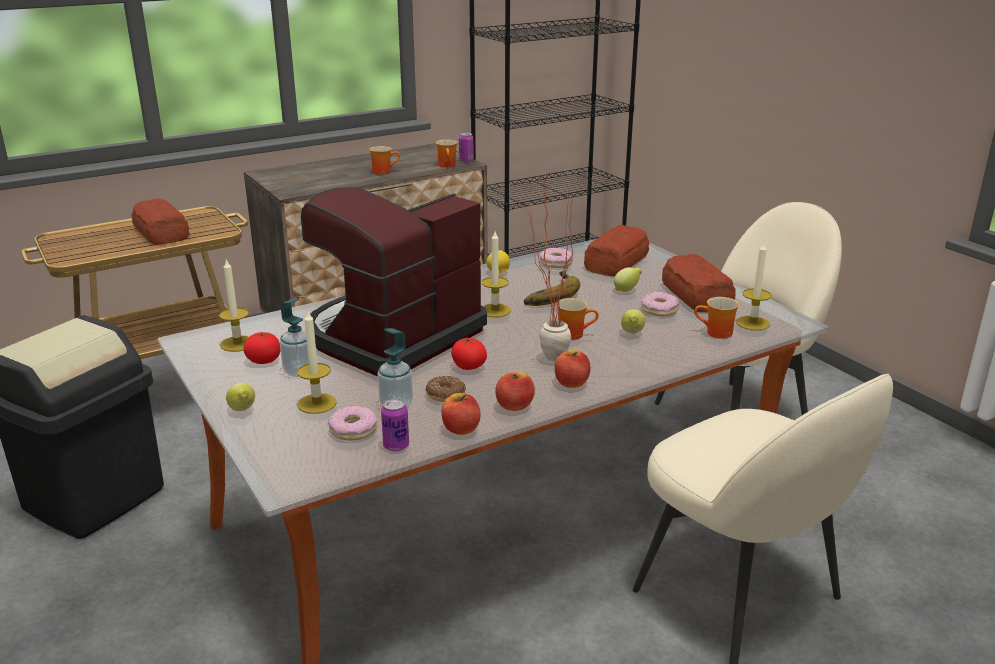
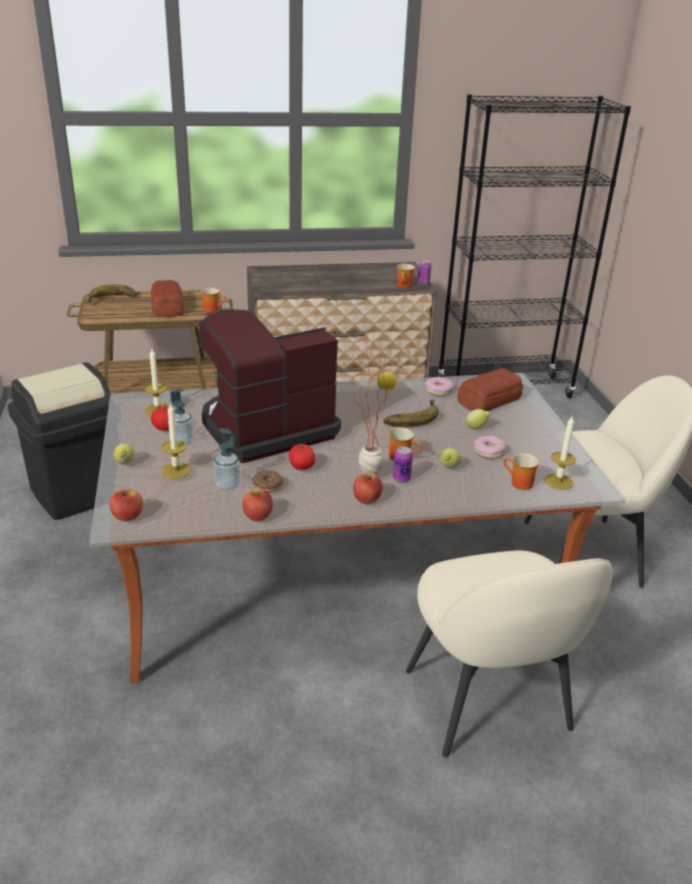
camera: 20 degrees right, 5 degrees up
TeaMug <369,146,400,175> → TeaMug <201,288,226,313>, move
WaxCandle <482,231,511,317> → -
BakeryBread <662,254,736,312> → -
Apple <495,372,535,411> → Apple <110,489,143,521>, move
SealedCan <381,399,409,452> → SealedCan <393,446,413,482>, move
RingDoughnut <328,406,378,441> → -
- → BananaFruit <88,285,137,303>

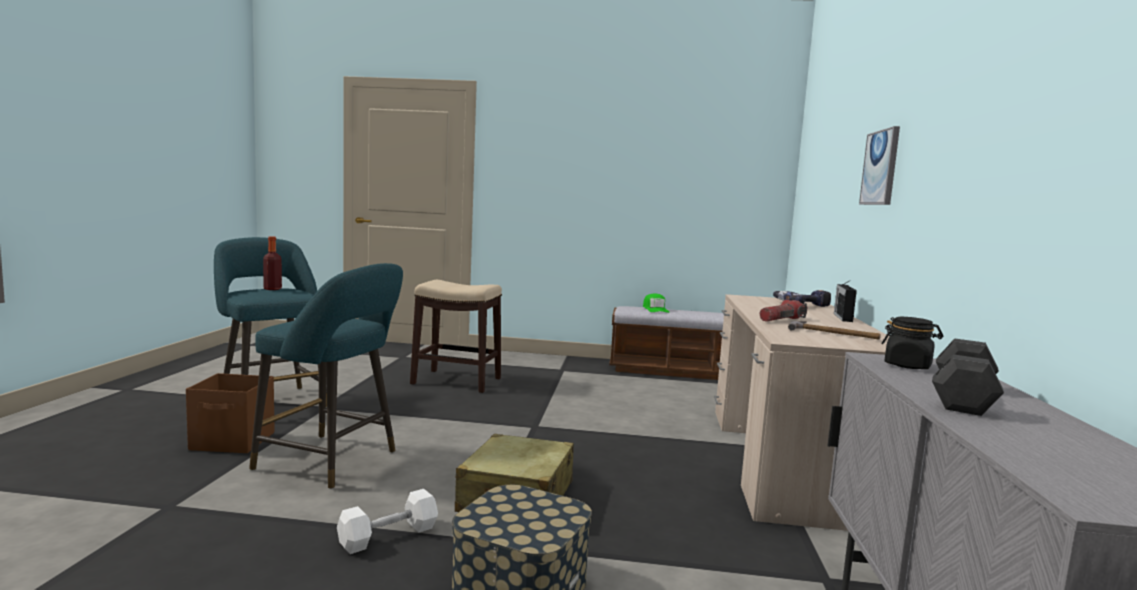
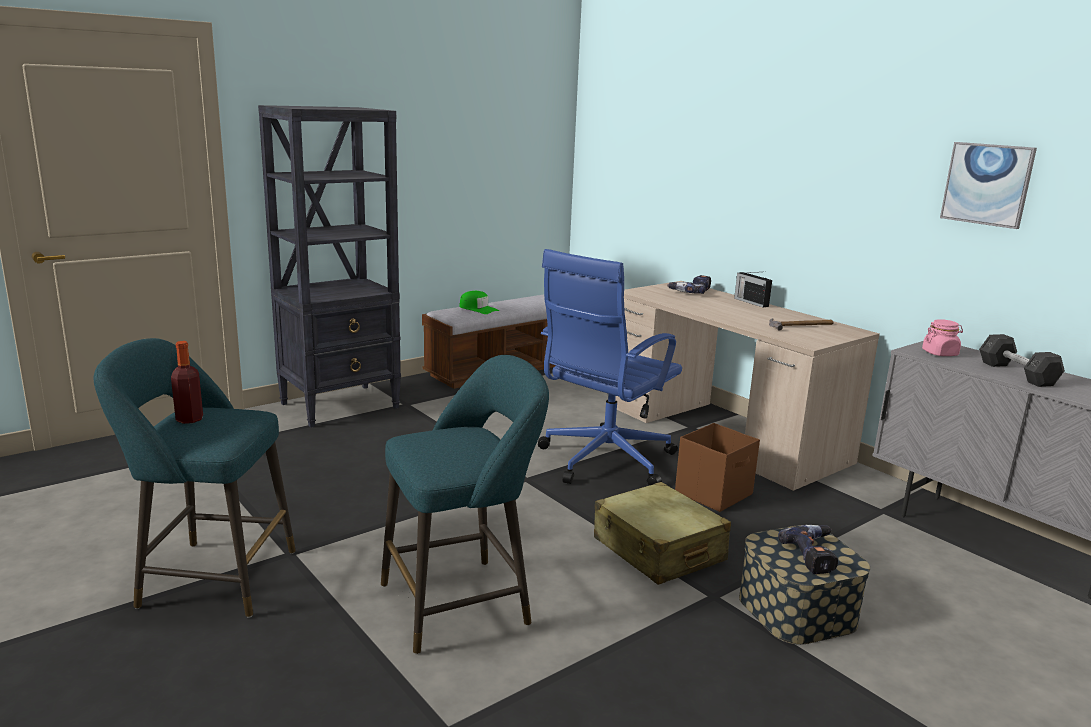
camera: 45 degrees left, 10 degrees up
WallPicture <859,126,900,205> → WallPicture <940,142,1037,229>, move
SittingStool <410,280,502,393> → -
Torch <759,300,807,322> → -
BlackColouredJar <881,317,943,369> → PinkJar <922,319,963,356>
BrownColouredStorageBin <186,373,275,453> → BrownColouredStorageBin <675,423,760,512>, move
WhitishFreeWeight <337,489,438,554> → -
- → BlackColouredBookcase <258,105,401,428>
- → BlueDeskChair <538,249,682,485>
- → PowerDrill <778,525,838,574>

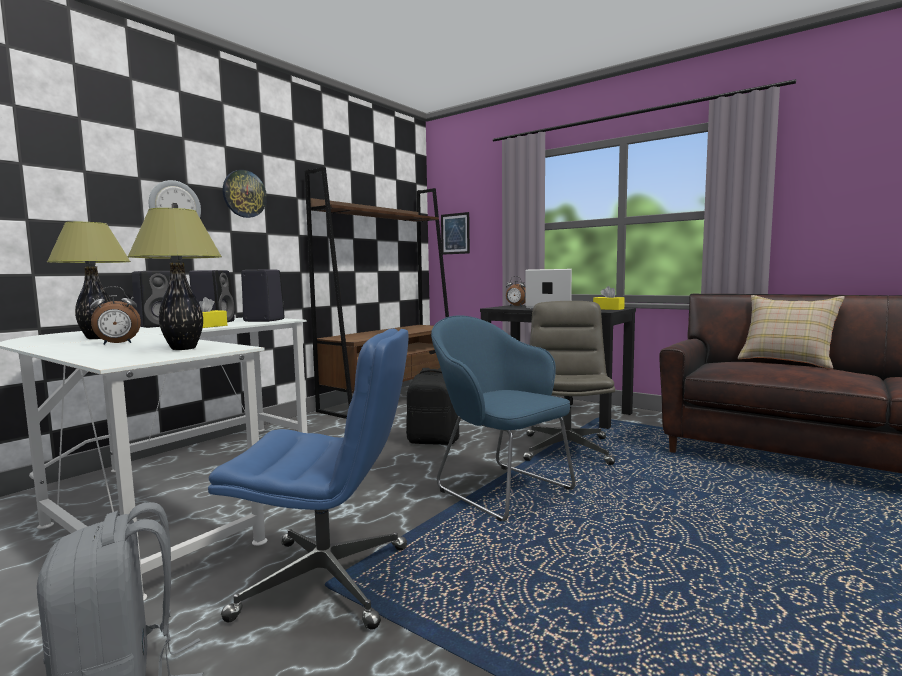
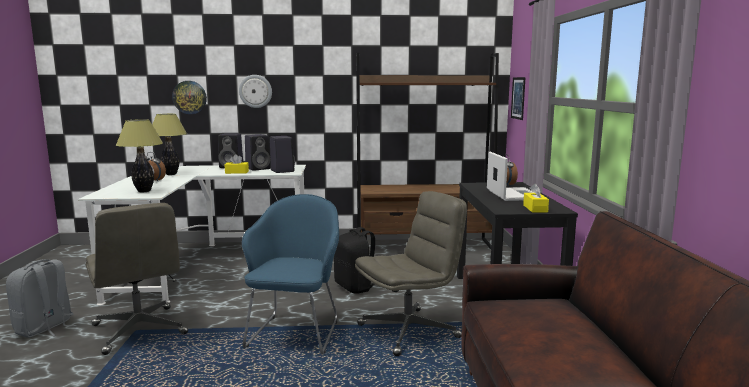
camera: 50 degrees right, 5 degrees up
ClockOnTheWall <223,170,267,218> → ClockOnTheWall <172,81,207,114>, move
BeigeColouredCushion <738,295,845,369> → -
BlueDeskChair <208,328,408,630> → GreyishDeskChair <86,203,188,355>

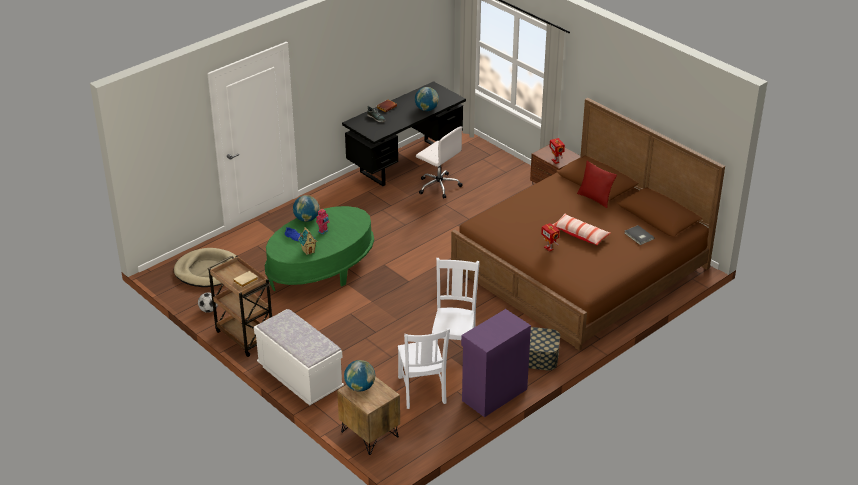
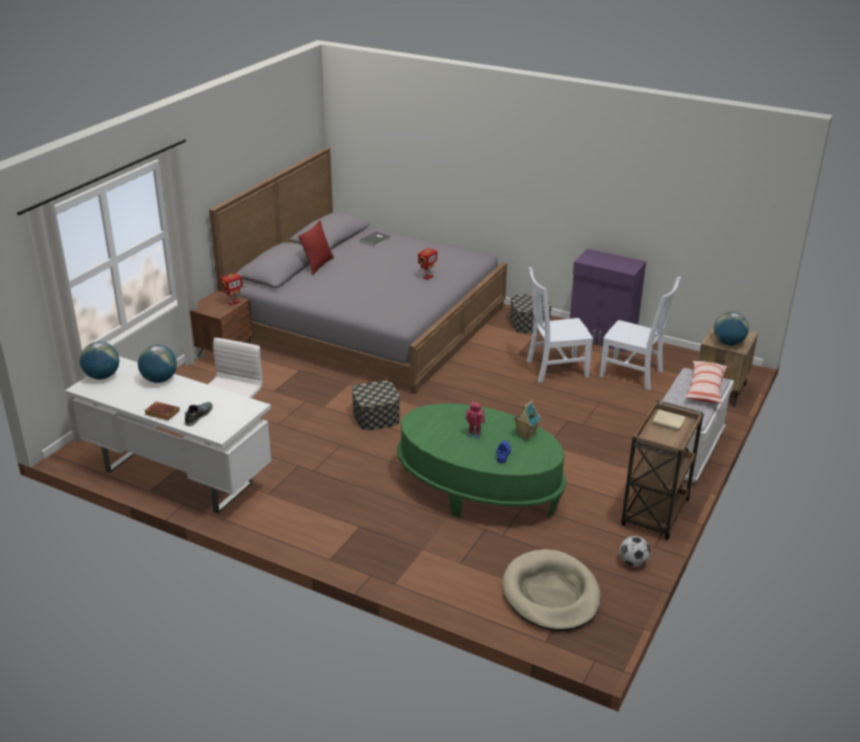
camera: 110 degrees left, 5 degrees down
BlackColouredDeskUnit <342,81,466,187> → WhitishDeskUnit <65,356,271,514>
BrownColouredBedroomBed <451,98,725,351> → GreyishBedroomBed <209,147,507,394>
WorldGlobe <293,195,319,222> → WorldGlobe <80,342,119,379>, move
Cushion <552,214,611,245> → Cushion <685,361,728,403>, move
WhitishUprightChair <398,328,450,409> → WhitishUprightChair <600,277,681,390>, 60 degrees clockwise
- → StorageBin <352,381,400,430>

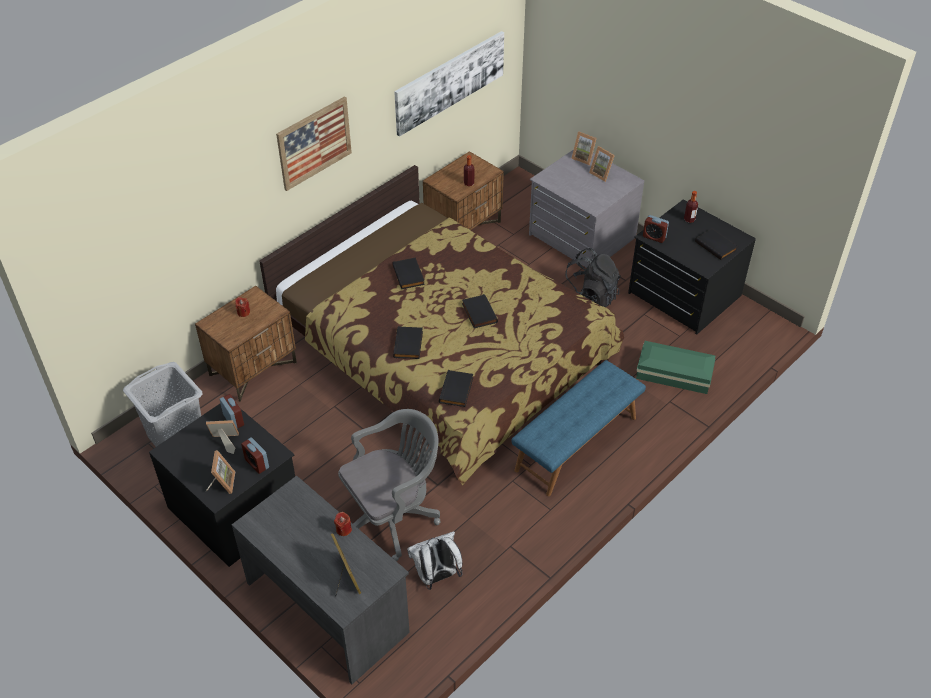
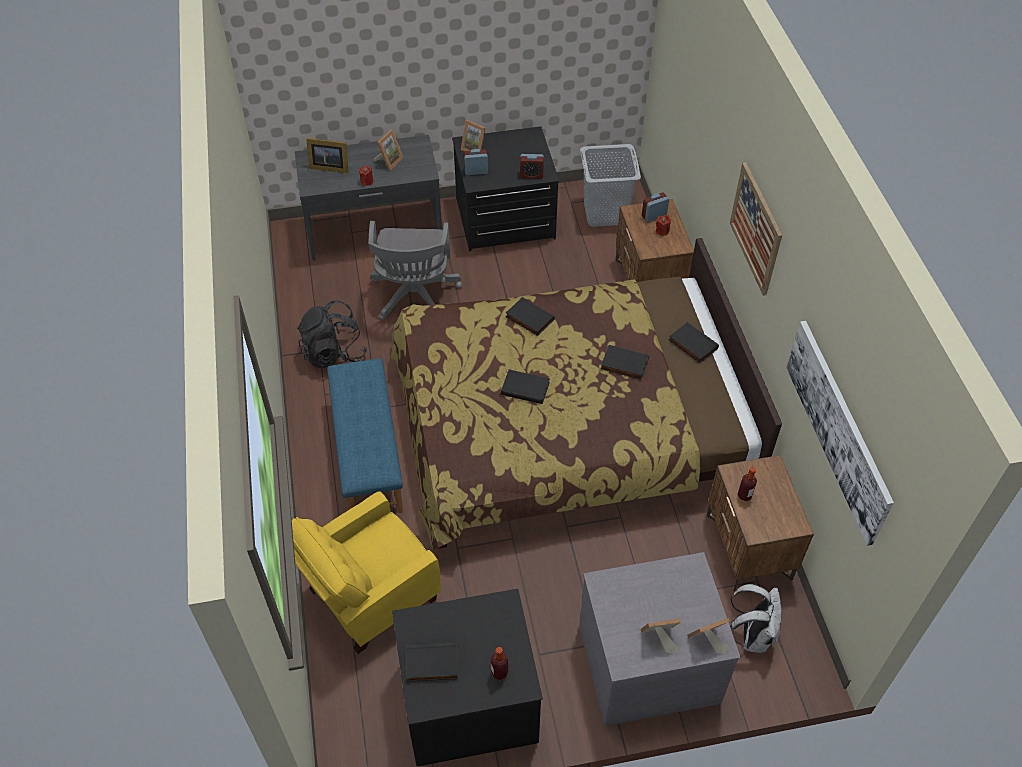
camera: 125 degrees right, 5 degrees up
BedsideClock <643,215,669,243> → BedsideClock <642,192,669,222>, move
BlackColouredKnapsack <565,248,621,307> → BlackColouredKnapsack <297,300,367,368>, move
GreenColouredStorageBin <636,341,715,394> → YellowColouredEasyChair <292,491,441,654>
BlackColouredVolume <439,370,473,407> → BlackColouredVolume <669,322,719,363>, move
PhotoFrame <206,420,239,454> → PhotoFrame <373,130,403,170>, move
WhitishKnapsack <407,531,462,590> → WhitishKnapsack <730,584,781,653>, move

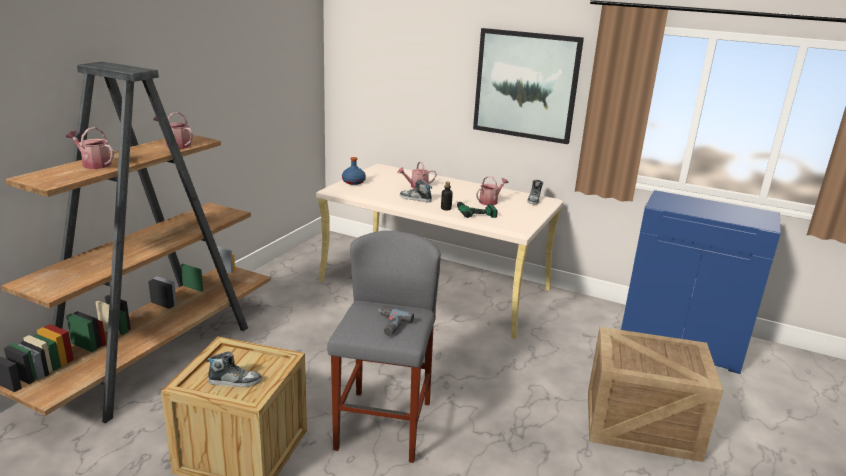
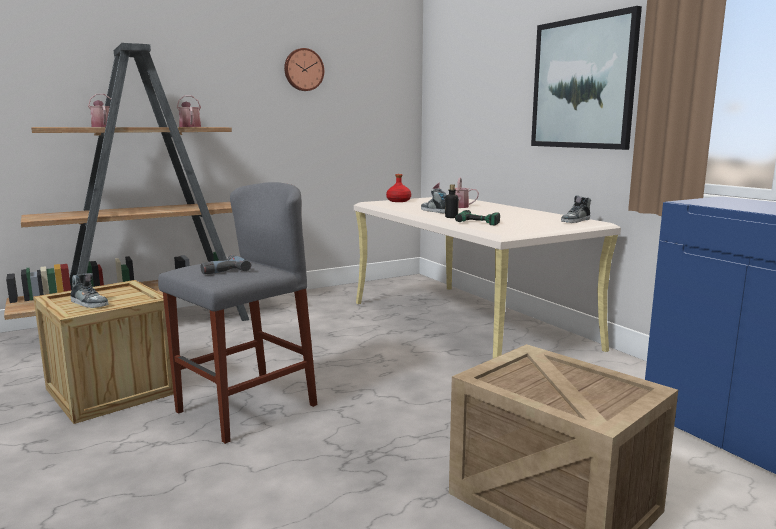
camera: 35 degrees right, 10 degrees down
BlueBeverageBottle <342,157,366,185> → RedColouredBeverageBottle <386,174,411,202>
WateringPot <476,176,509,205> → -
- → ClockOnTheWall <284,48,324,91>

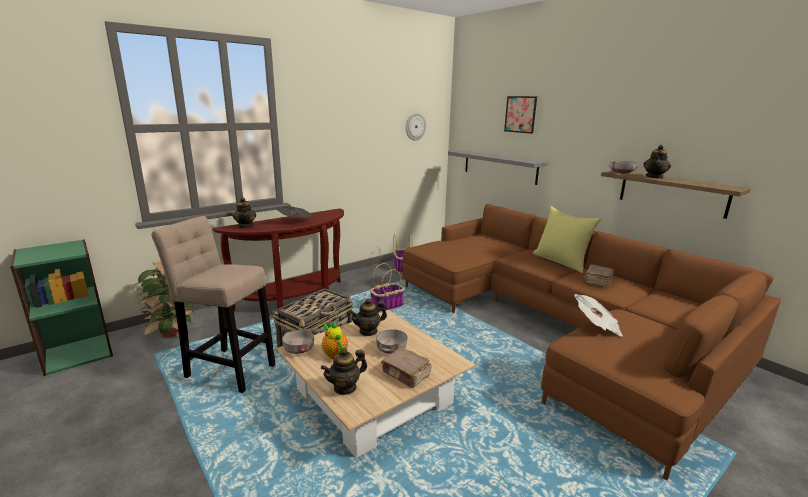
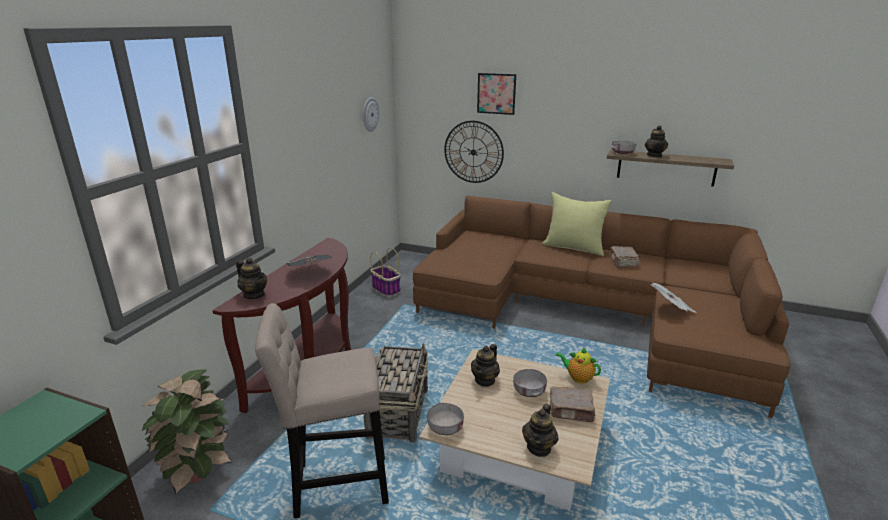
camera: 30 degrees left, 5 degrees up
GreyishWallShelf <448,150,548,185> → ClockOnTheWall <444,121,504,183>
HouseholdBasket <370,263,405,312> → -
PotForTea <322,323,348,359> → PotForTea <555,347,601,384>, move

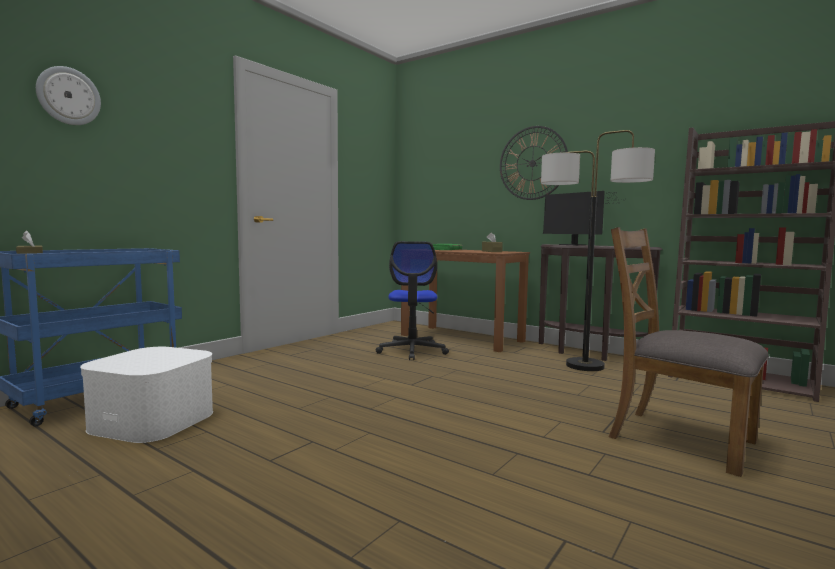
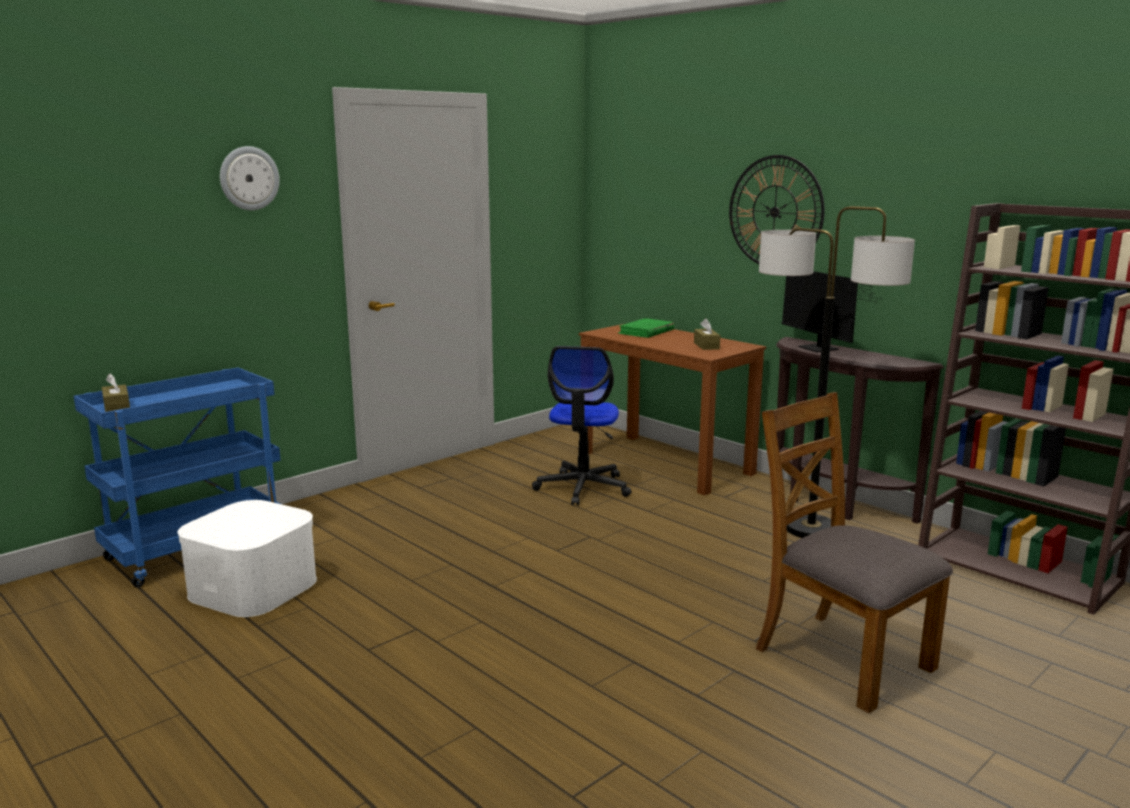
camera: 10 degrees right, 10 degrees up
ClockOnTheWall <36,66,101,125> → ClockOnTheWall <220,146,280,210>, move

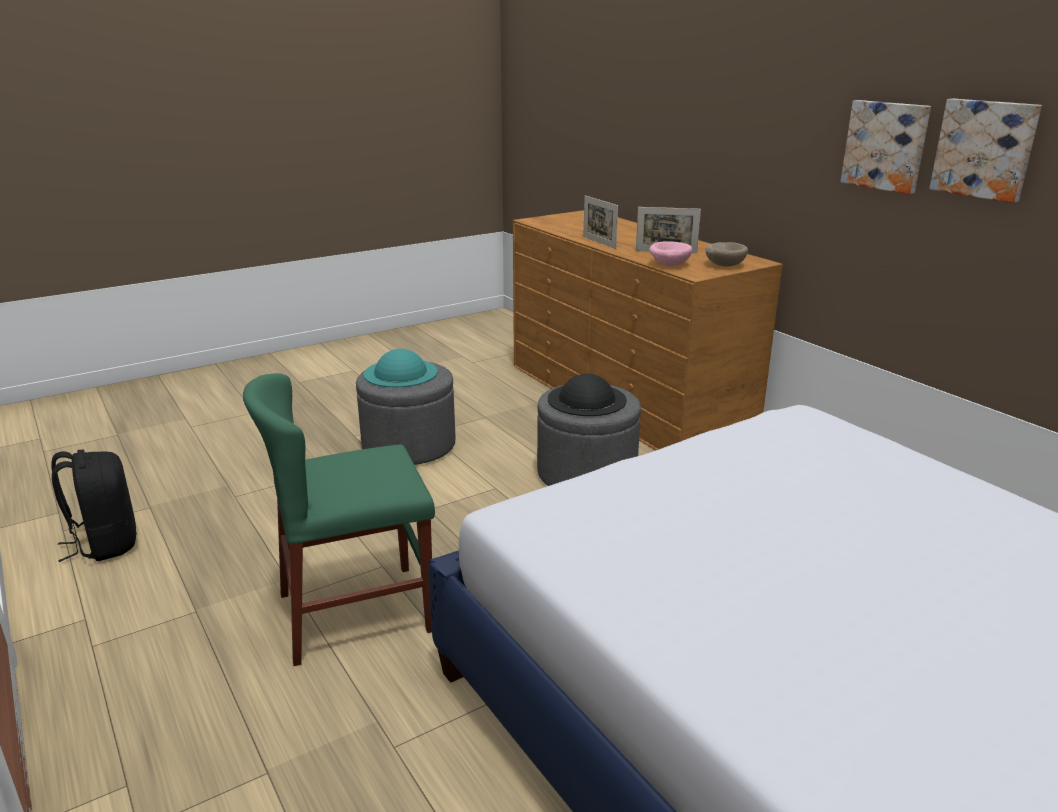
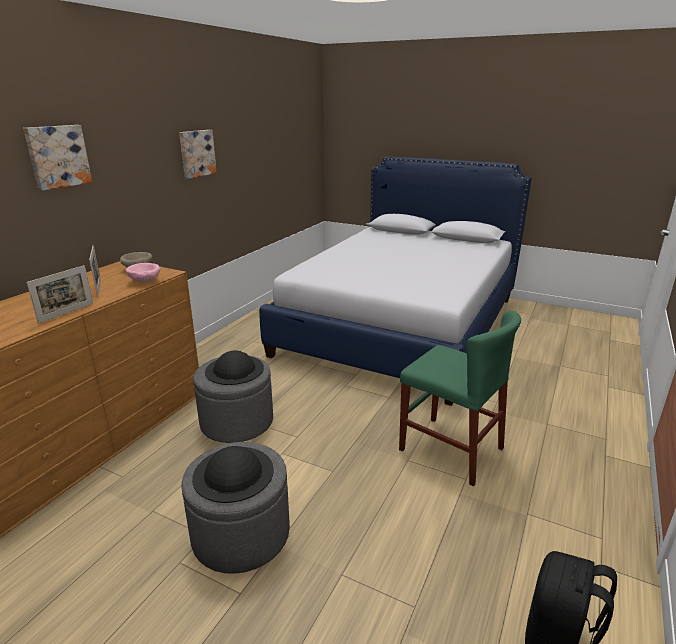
camera: 120 degrees left, 0 degrees up
WallPicture <841,100,931,194> → WallPicture <23,125,92,191>, move
BlueGreenWearableHat <363,349,437,387> → BlackColouredWearableHat <192,446,274,503>

